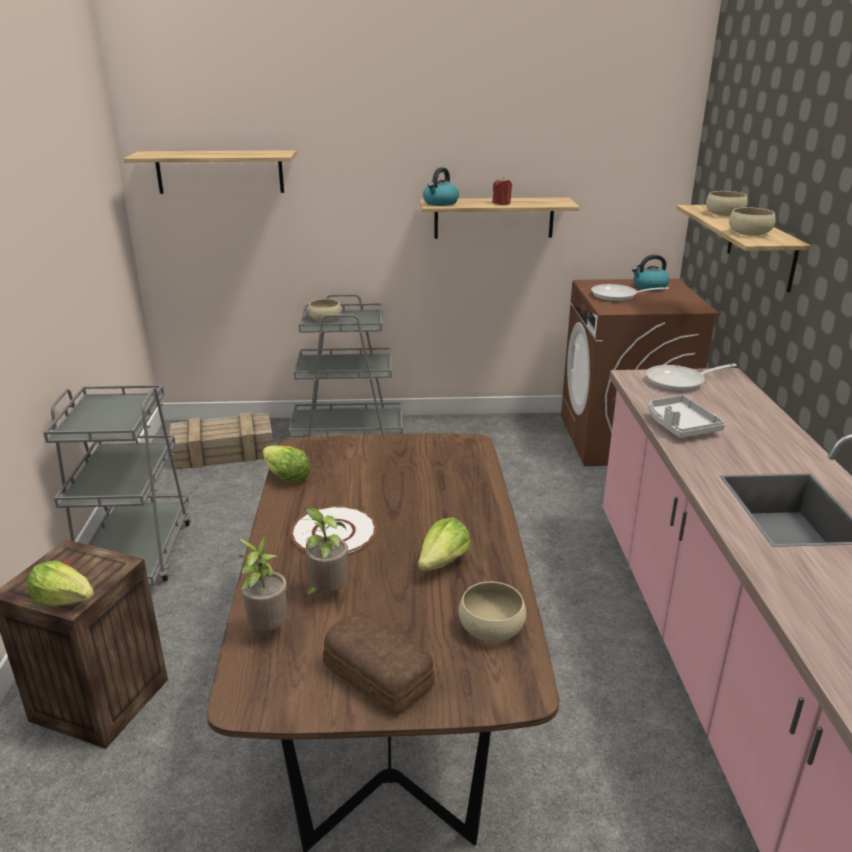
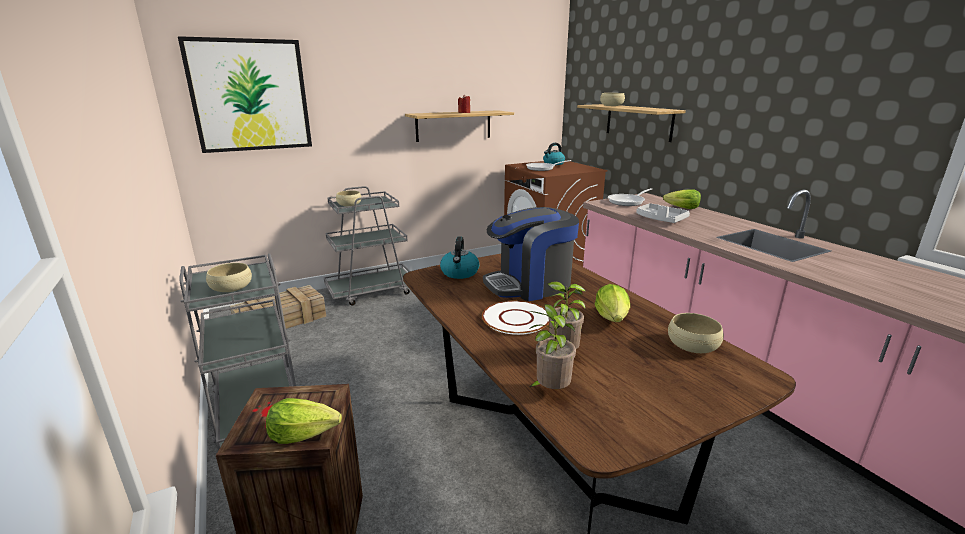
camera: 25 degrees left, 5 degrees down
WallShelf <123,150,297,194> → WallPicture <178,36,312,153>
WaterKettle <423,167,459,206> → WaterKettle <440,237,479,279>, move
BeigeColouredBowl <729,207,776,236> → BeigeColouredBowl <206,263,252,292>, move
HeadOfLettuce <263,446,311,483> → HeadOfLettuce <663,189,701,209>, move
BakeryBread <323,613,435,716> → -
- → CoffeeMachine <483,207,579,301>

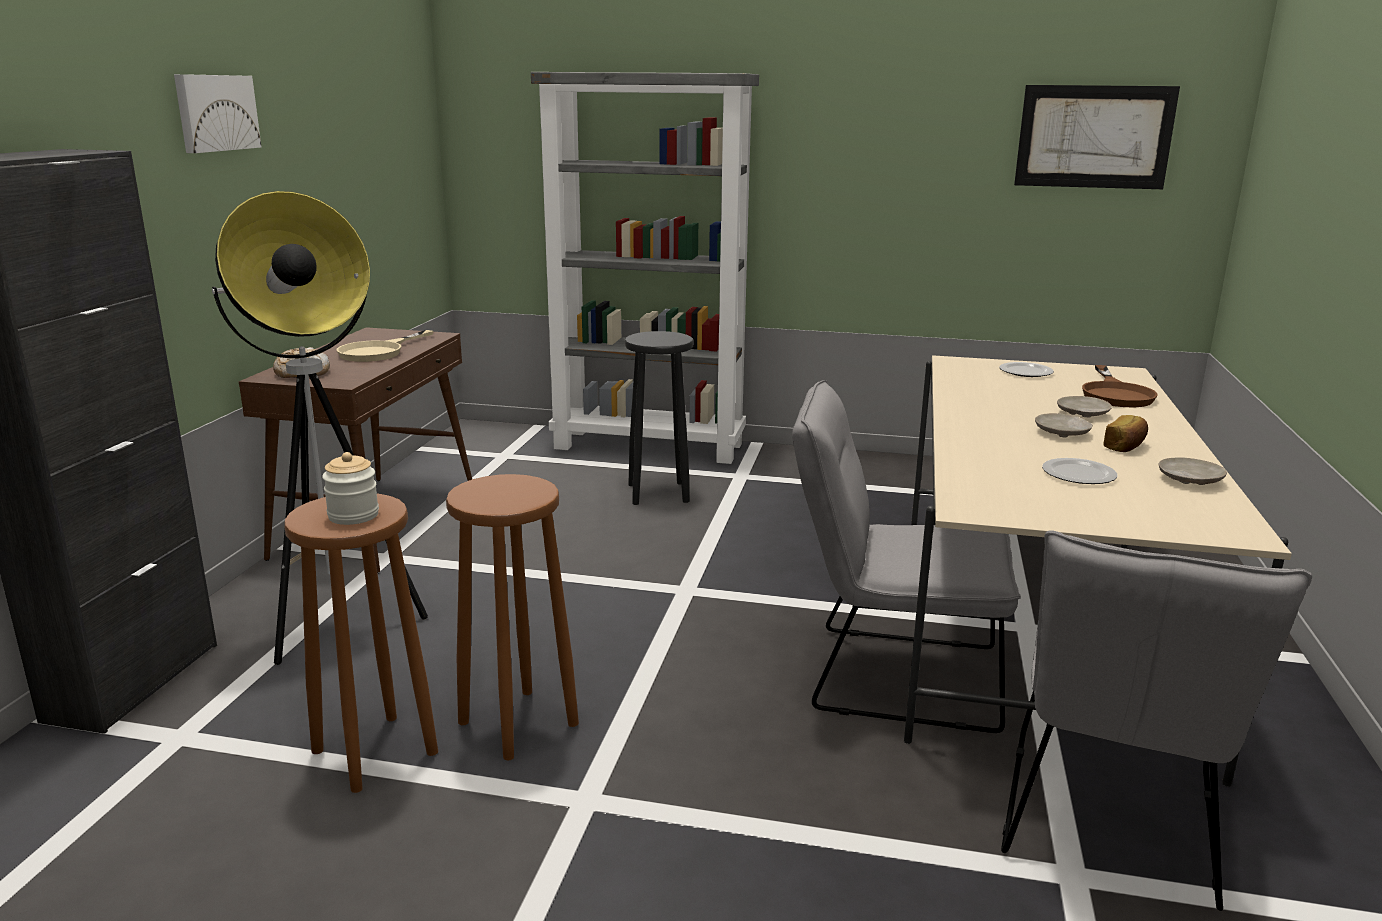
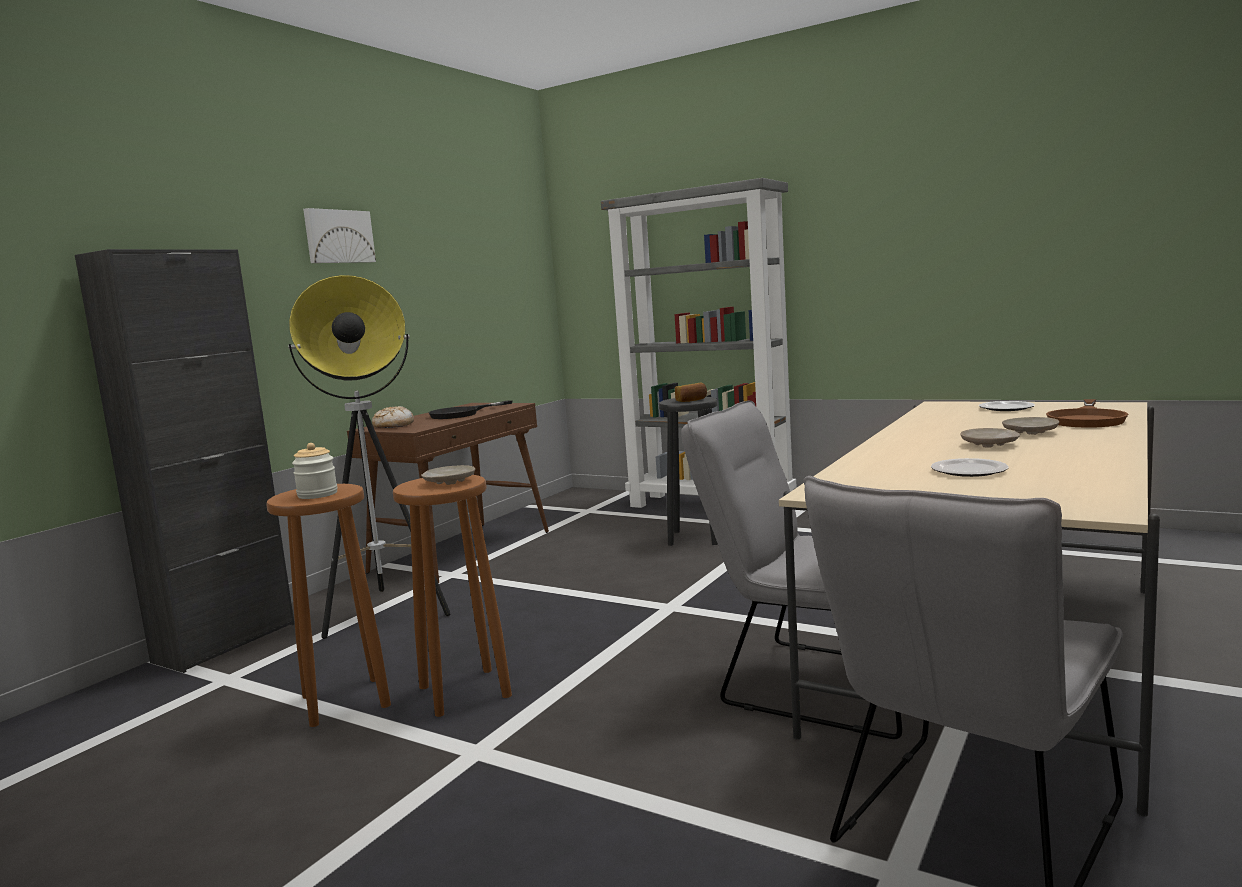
camera: 20 degrees right, 10 degrees down
WallPicture <1014,85,1180,189> → -
BeigeColouredFryingPan <337,330,434,362> → BlackColouredFryingPan <428,400,512,419>
BakeryBread <1103,415,1148,452> → BakeryBread <675,383,707,402>, move
BeigeColouredFlatDish <1159,457,1227,485> → BeigeColouredFlatDish <421,465,475,485>, move

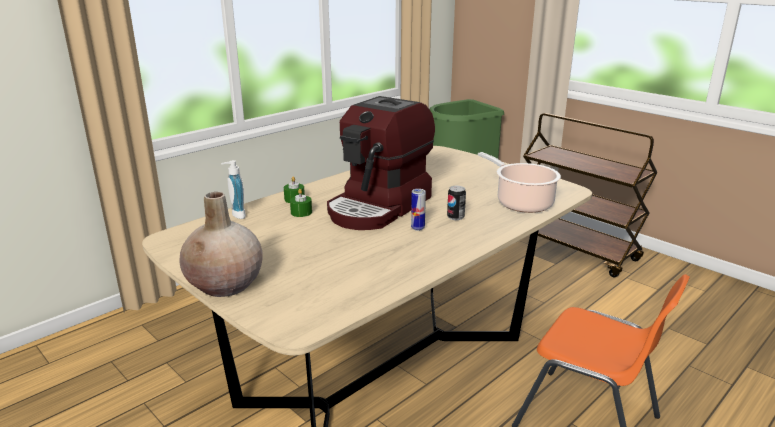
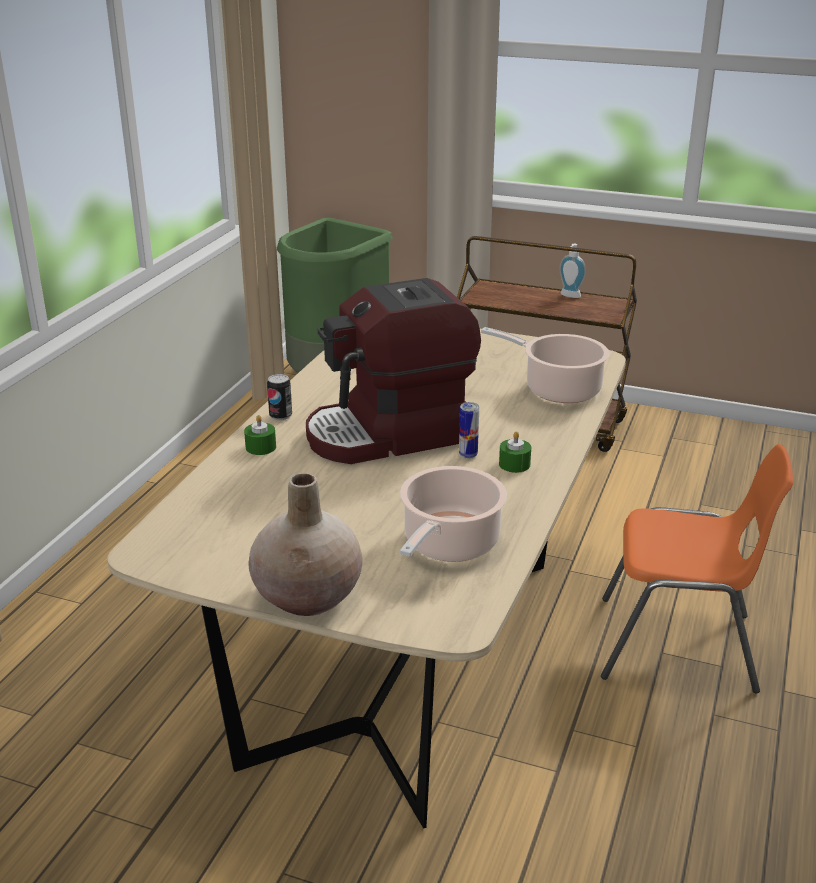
camera: 25 degrees left, 5 degrees up
CoffeeMachine <327,96,435,230> → CoffeeMachine <306,278,481,464>, 60 degrees clockwise
SoapBottle <221,160,246,219> → SoapBottle <559,244,586,298>, move
SealedCan <447,186,466,220> → SealedCan <267,374,292,420>, move
GreenColouredWaxCandle <290,189,312,217> → GreenColouredWaxCandle <499,431,531,473>, move
- → Saucepot <400,466,507,562>

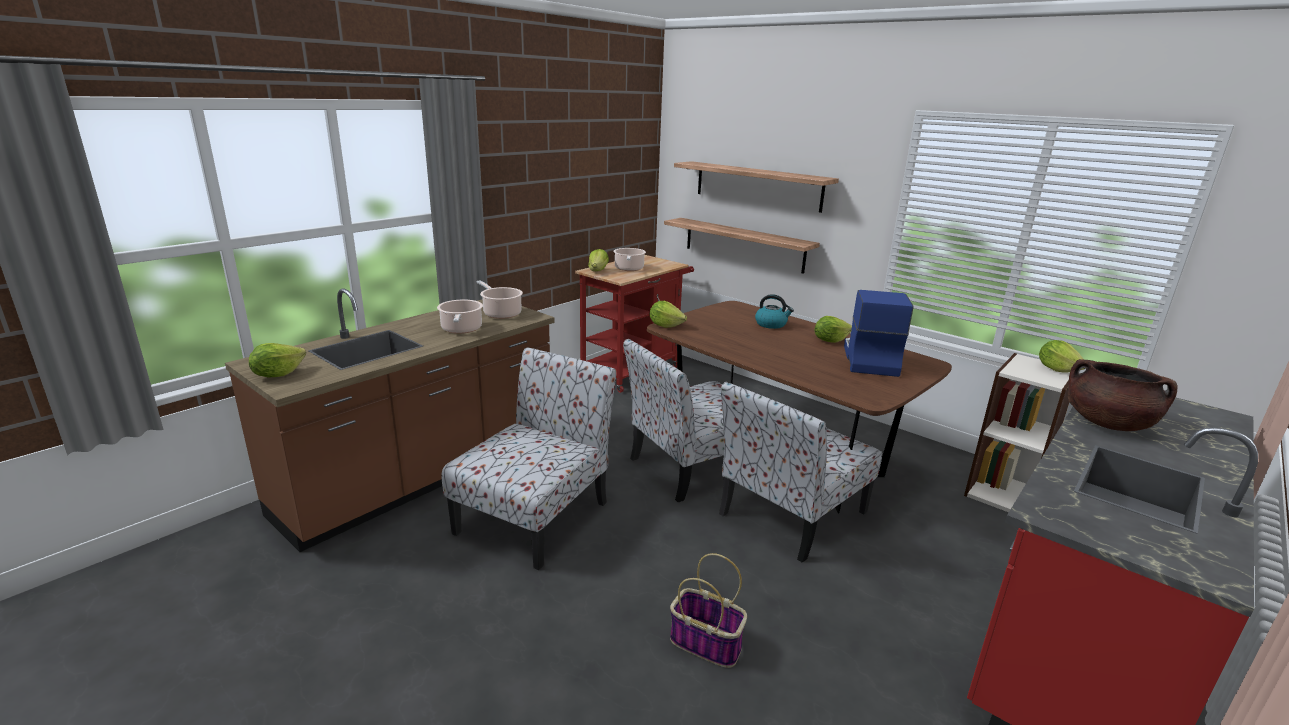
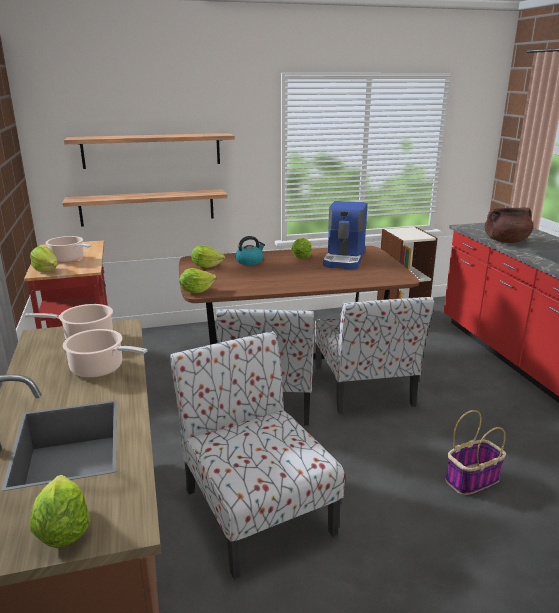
camera: 55 degrees left, 0 degrees up
CoffeeMachine <844,290,913,377> → CoffeeMachine <323,201,367,270>, 120 degrees counterclockwise
HeadOfLettuce <1039,340,1086,372> → HeadOfLettuce <191,245,225,268>, move

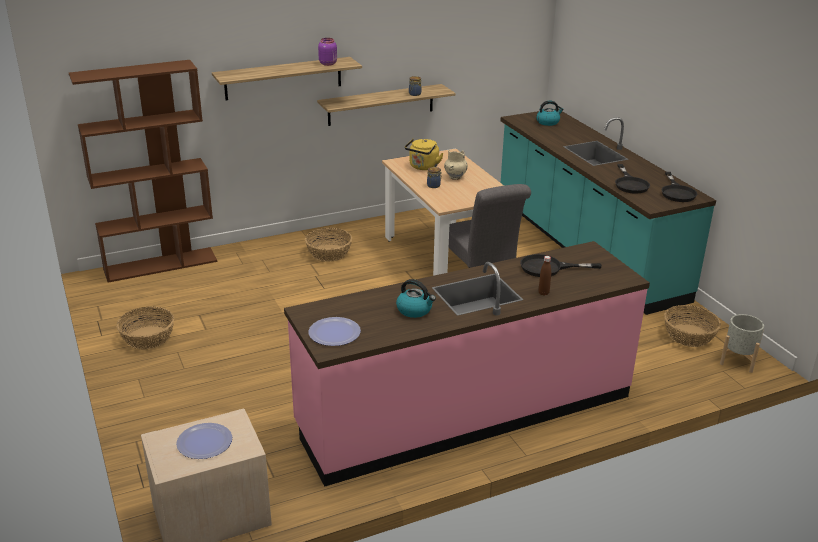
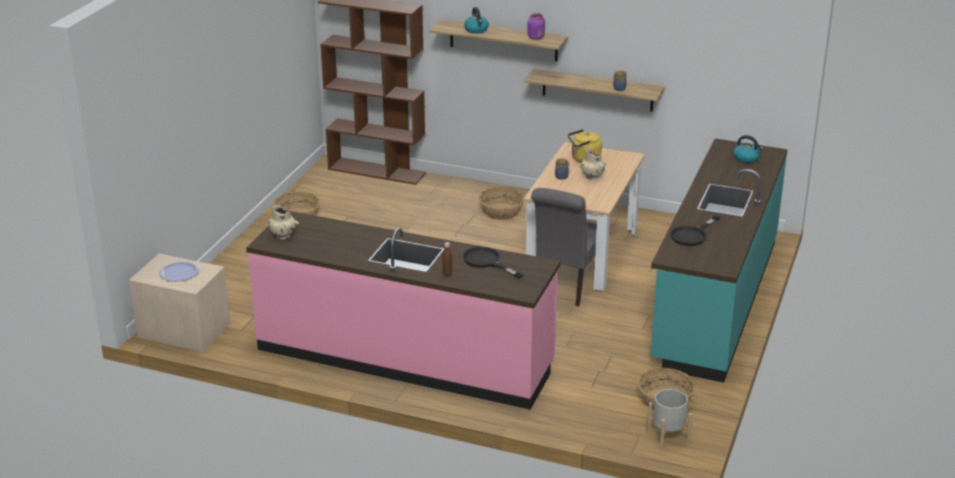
camera: 45 degrees right, 0 degrees up
BlackColouredFryingPan <662,172,697,202> → -
WaterKettle <396,279,436,318> → WaterKettle <464,7,489,34>, move
FlatDish <308,317,361,346> → BeigeColouredFlowerVase <267,204,299,240>

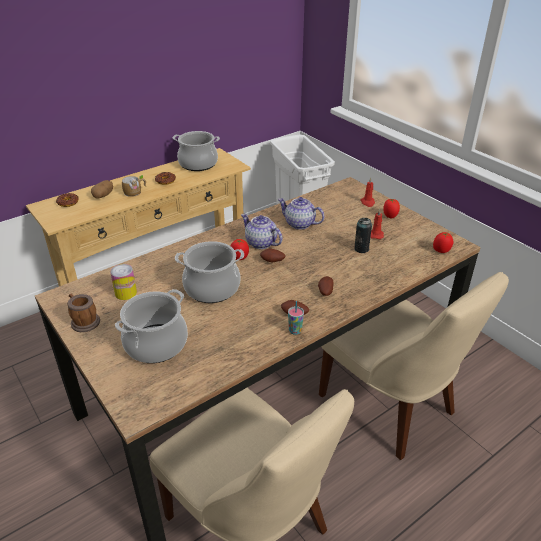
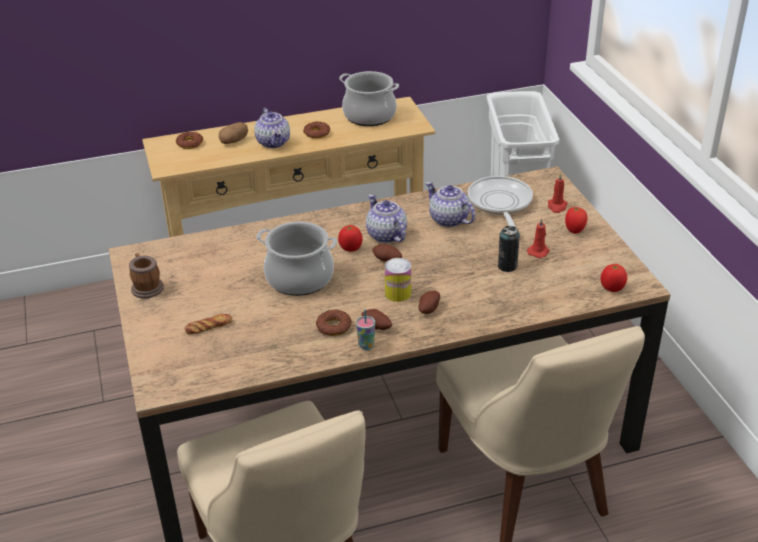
camera: 20 degrees right, 0 degrees up
TeaMug <122,175,146,197> → PotForTea <254,108,290,148>
SealedCan <110,264,137,300> → SealedCan <385,258,411,302>, move
Saucepot <115,289,188,363> → BakeryBread <185,314,233,334>
- → FryingPan <468,176,533,227>
- → RingDoughnut <316,310,352,336>

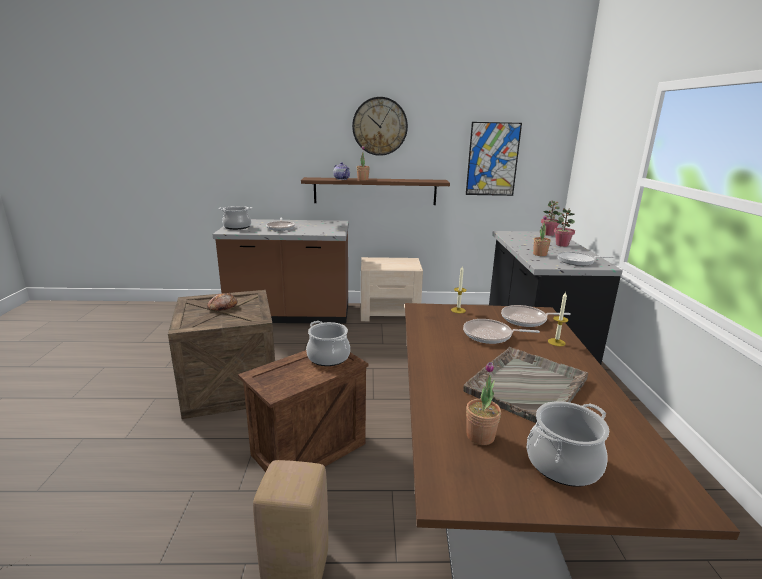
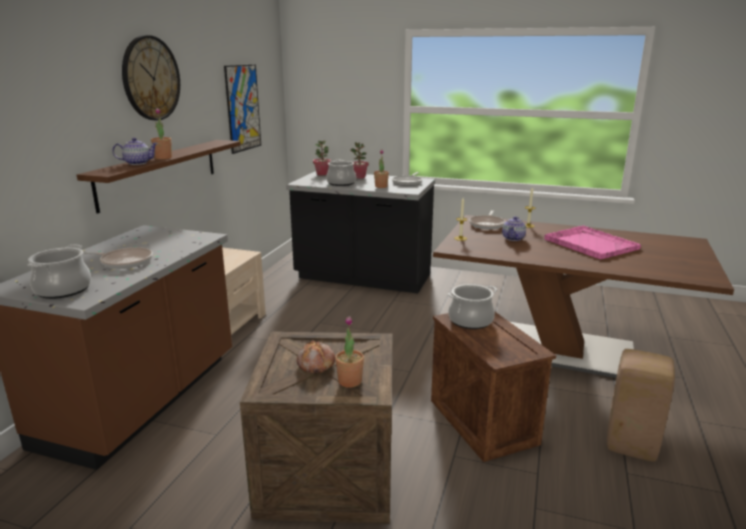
camera: 70 degrees left, 0 degrees up
FryingPan <463,319,540,344> → PotForTea <502,216,526,241>
GreyishCarryingTray <463,347,588,423> → PinkCarryingTray <544,226,641,259>
PlantInAPot <466,362,501,445> → PlantInAPot <335,316,364,388>, move
Saucepot <527,401,609,487> → Saucepot <326,160,356,186>, move

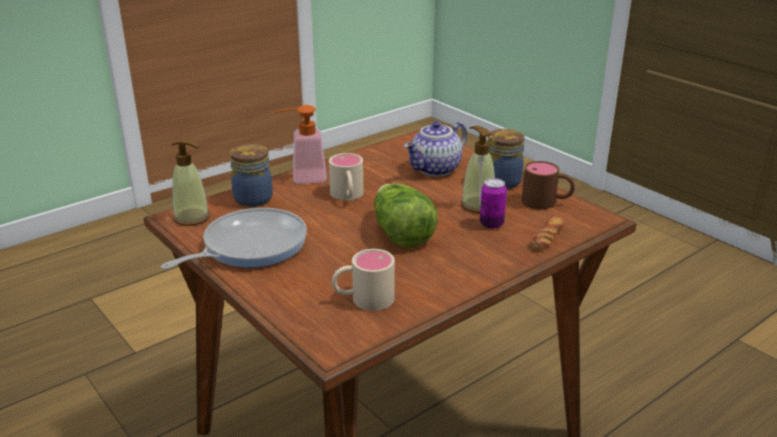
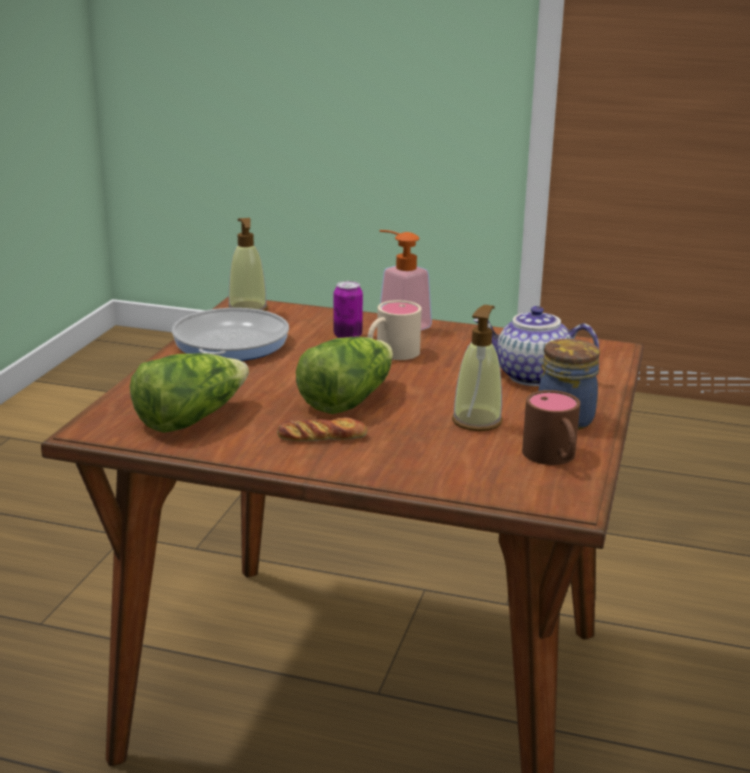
camera: 55 degrees right, 5 degrees down
Jar <230,144,273,207> → -
SealedCan <480,178,507,229> → SealedCan <334,281,363,338>, move
FryingPan <161,208,307,269> → FryingPan <172,308,289,361>, 90 degrees counterclockwise
BakeryBread <531,216,564,250> → BakeryBread <277,417,367,441>, move
BeigeColouredTeaMug <332,249,395,311> → HeadOfLettuce <130,353,249,433>

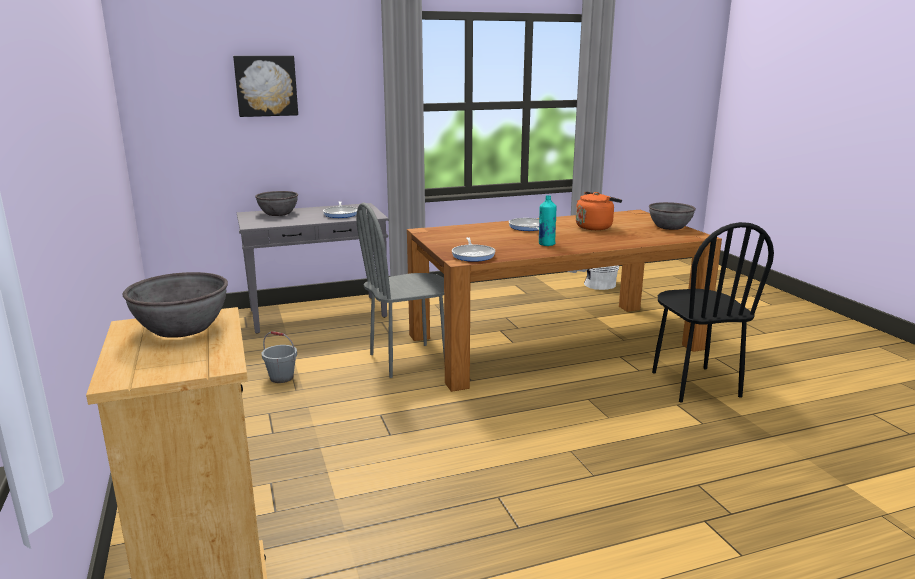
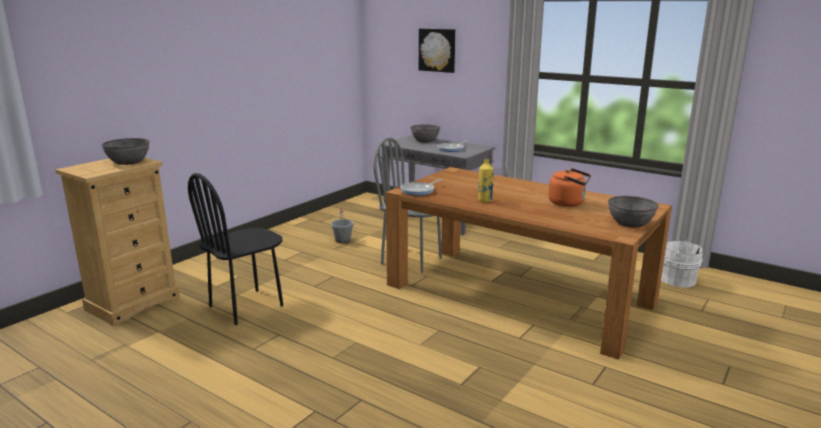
camera: 55 degrees right, 0 degrees up
BlueGreenBeverageBottle <539,195,556,246> → YellowColouredBeverageBottle <478,159,494,202>
FryingPan <509,218,539,231> → -
BlackColouredUprightChair <652,222,774,402> → BlackColouredUprightChair <188,173,283,325>, move

